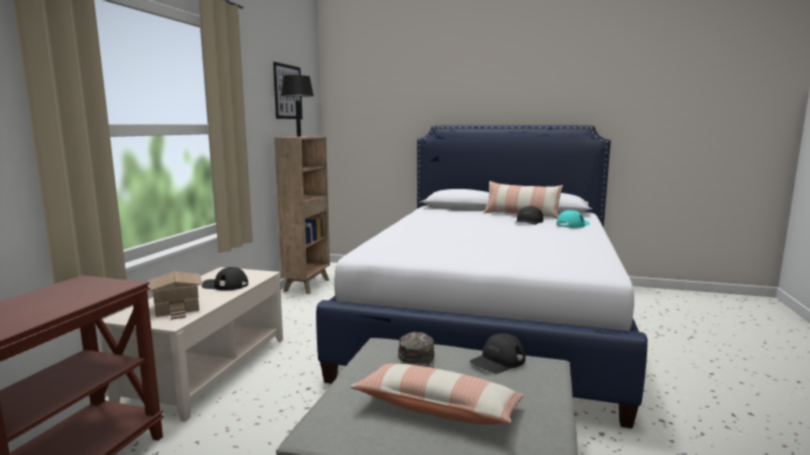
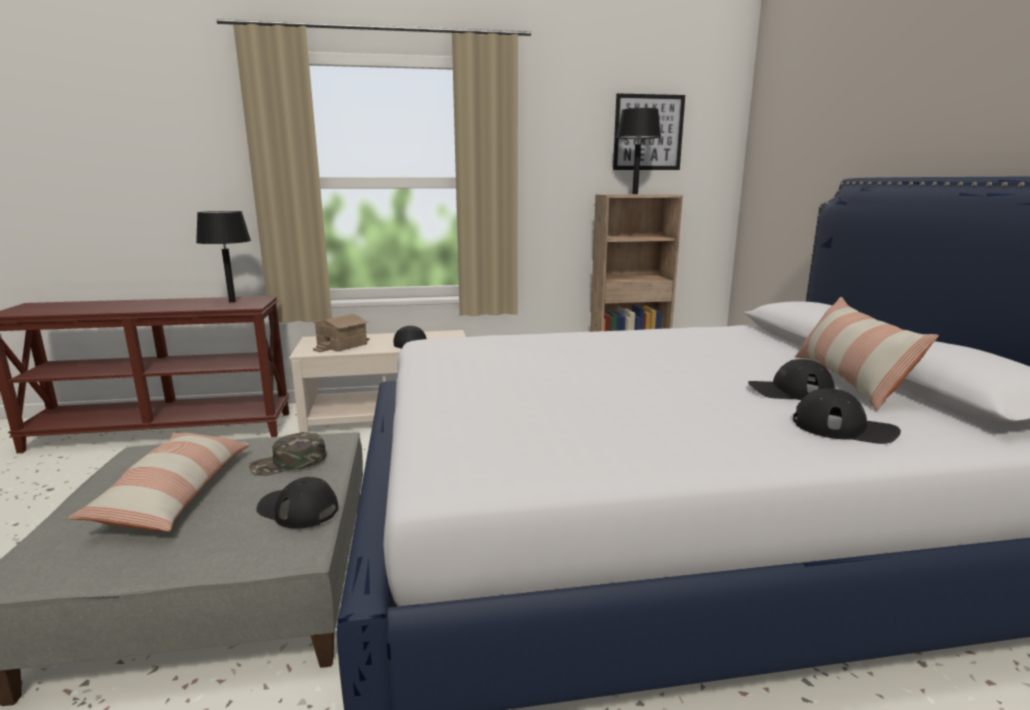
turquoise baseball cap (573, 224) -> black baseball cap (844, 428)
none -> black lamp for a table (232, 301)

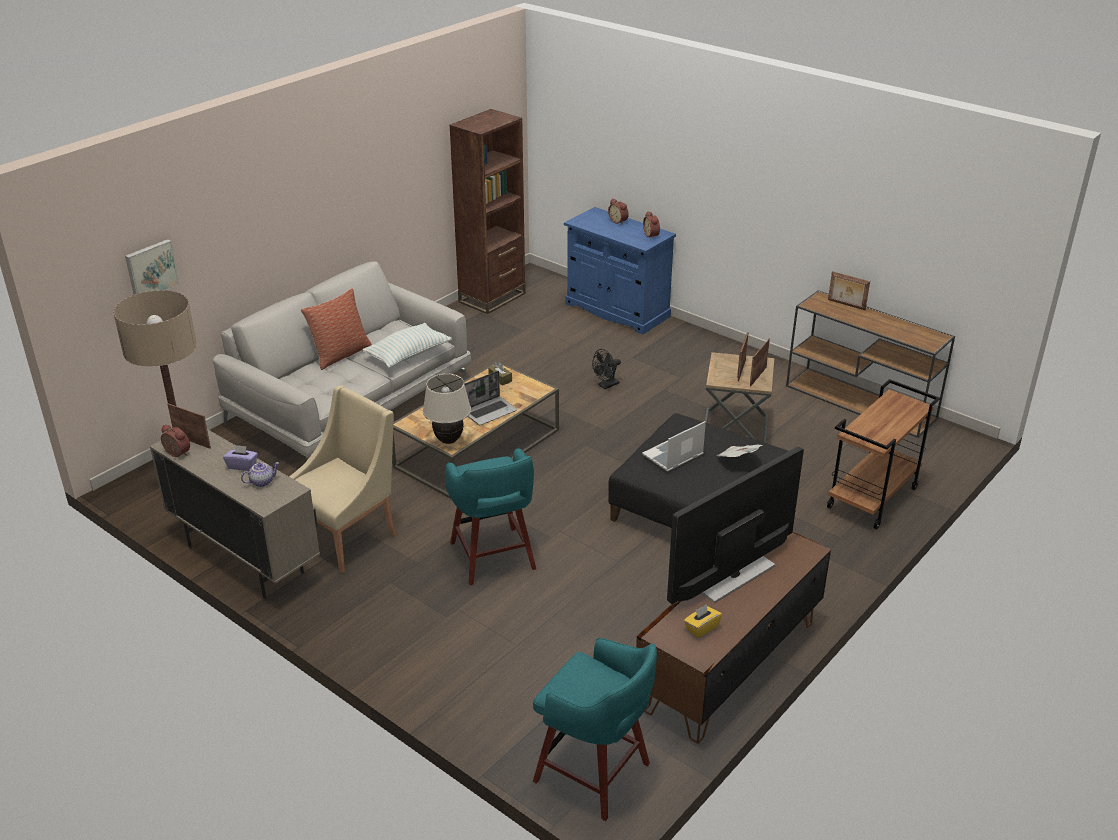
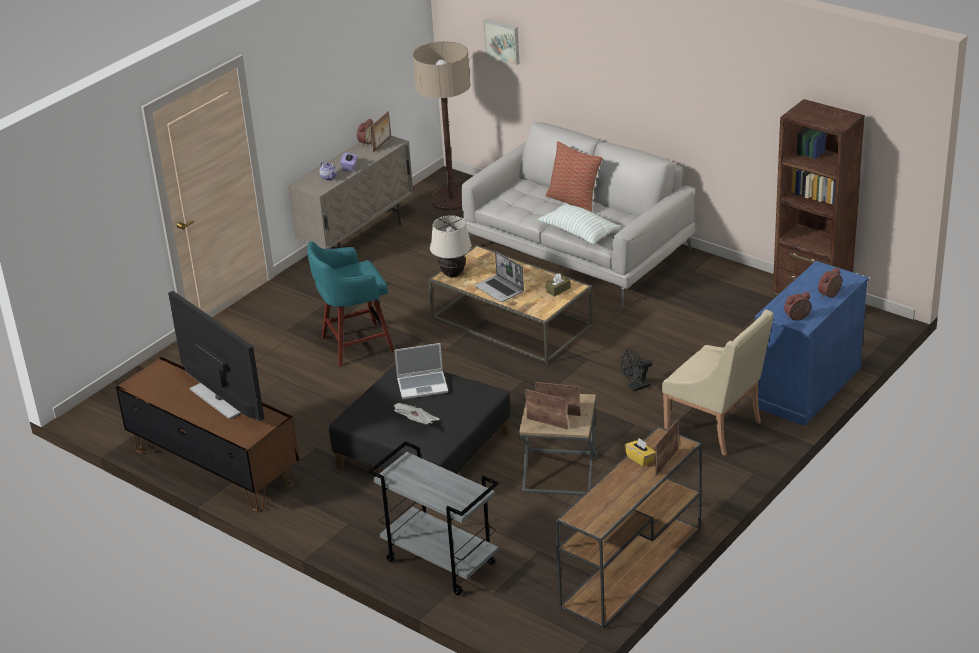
sand-coloured easy chair (347, 536) -> sand-coloured easy chair (716, 427), move
turquoise sitting stool (595, 774) -> none
black cooling fan (606, 385) -> black cooling fan (636, 387), 75 degrees counterclockwise
laptop (672, 456) -> laptop (423, 386), 120 degrees clockwise
yellowish box of tissues (701, 628) -> yellowish box of tissues (640, 459), move
brown-coloured cart (872, 499) -> greyish cart (439, 562)

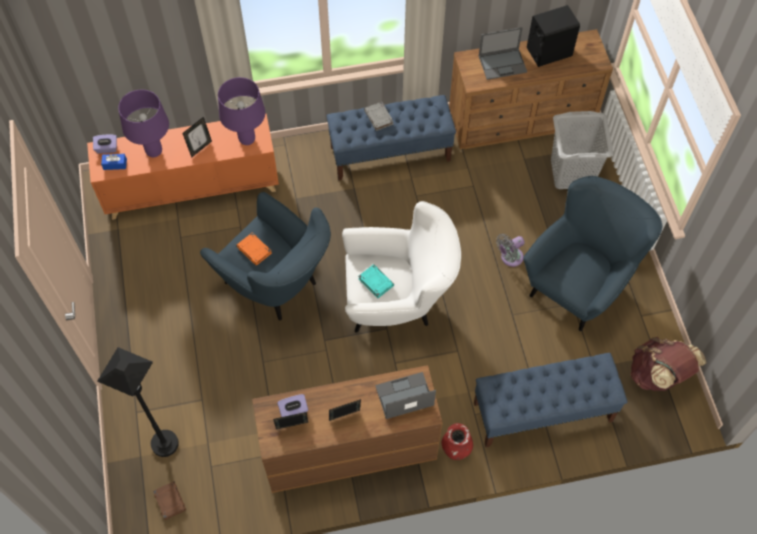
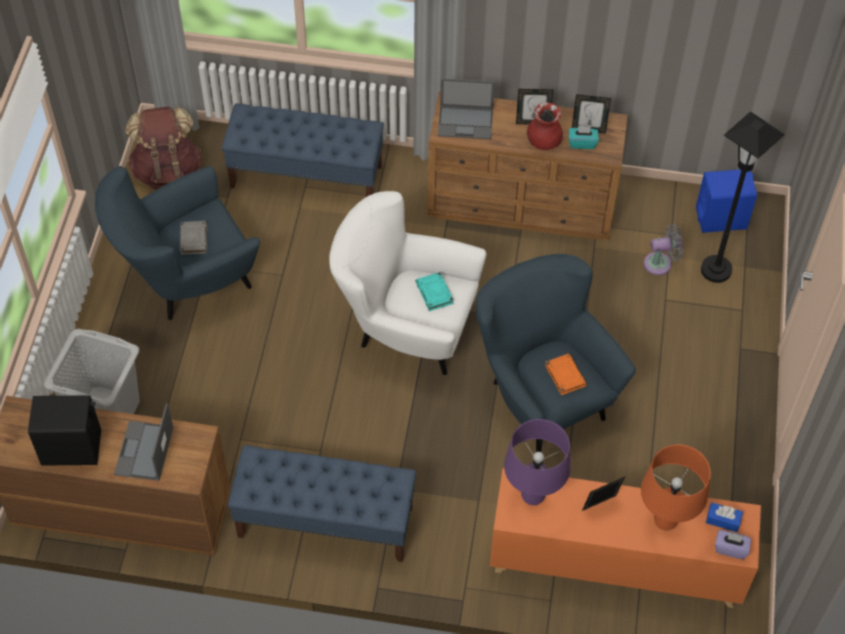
purplish lamp for a table (154, 152) -> orangey lamp for a table (664, 521)
brown-coloured volume (169, 501) -> blue speaker (721, 218)
purplish box of tissues (293, 410) -> turquoise box of tissues (582, 143)
greyish volume (379, 118) -> greyish volume (193, 239), move
reddish vase (456, 448) -> reddish vase (543, 142), move
laptop (503, 64) -> laptop (144, 452), 90 degrees counterclockwise
greyish cooling fan (509, 258) -> greyish cooling fan (660, 263), move

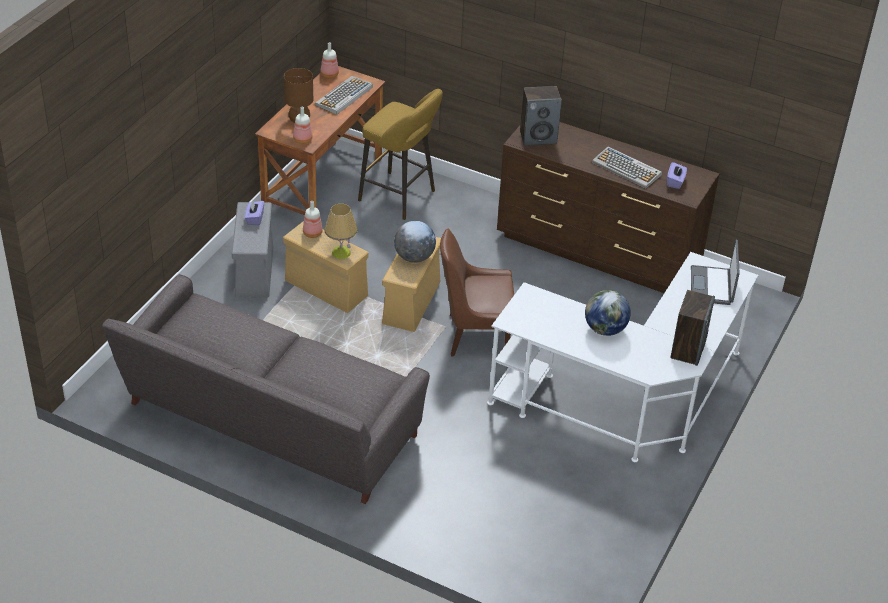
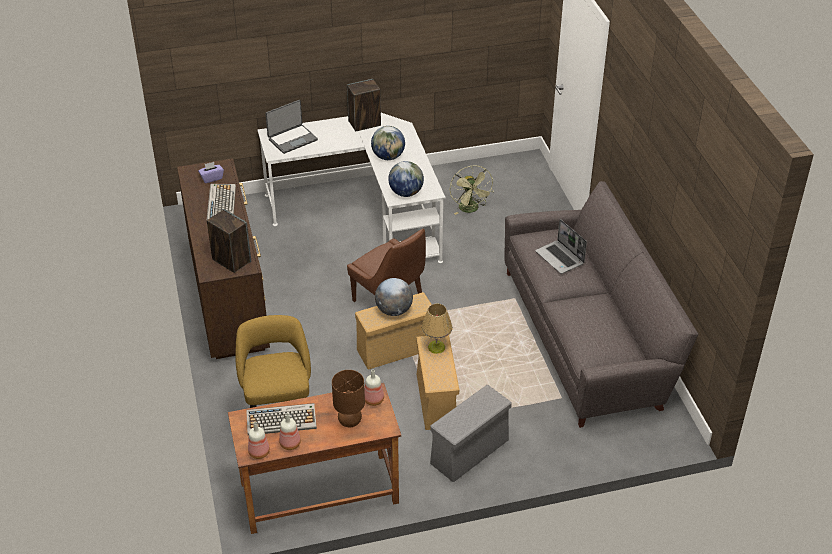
purplish box of tissues (254, 219) -> none
drink bottle (312, 234) -> drink bottle (291, 444), move
none -> desk globe (406, 193)
none -> green-coloured cooling fan (471, 209)
none -> laptop (560, 258)

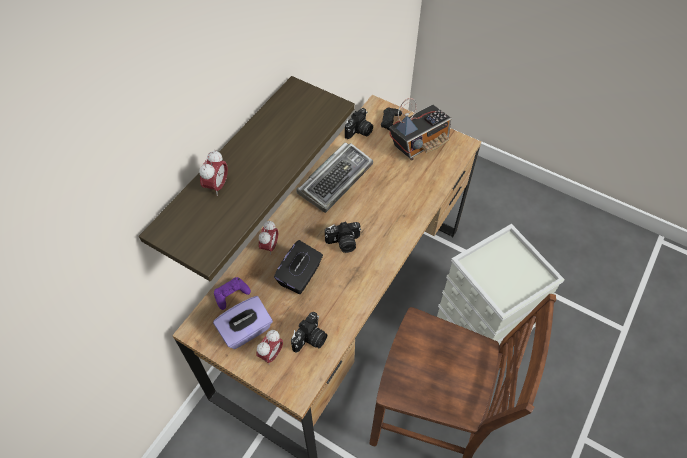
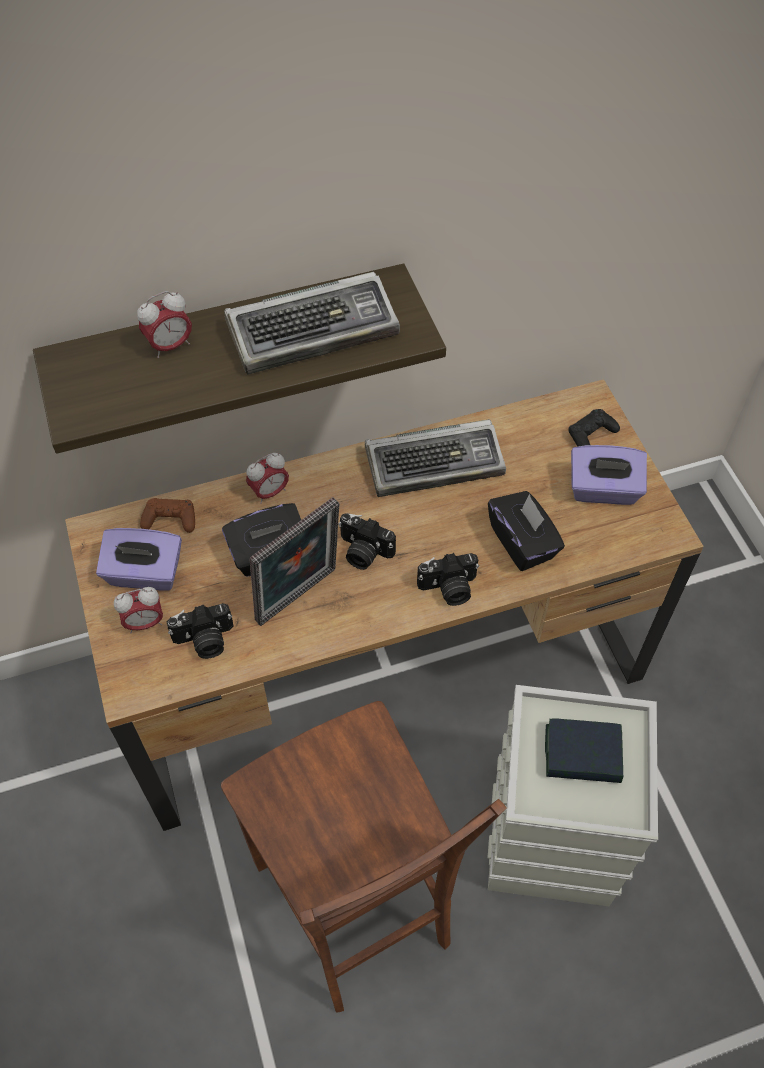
purplish joypad (231, 294) -> brown-coloured joypad (170, 519)
photo camera (359, 131) -> photo camera (449, 589), move
radio receiver (419, 144) -> purplish box of tissues (603, 490)
none -> computer keyboard (314, 330)
none -> standing frame (300, 598)
none -> black box of tissues (522, 543)
none -> volume (582, 755)

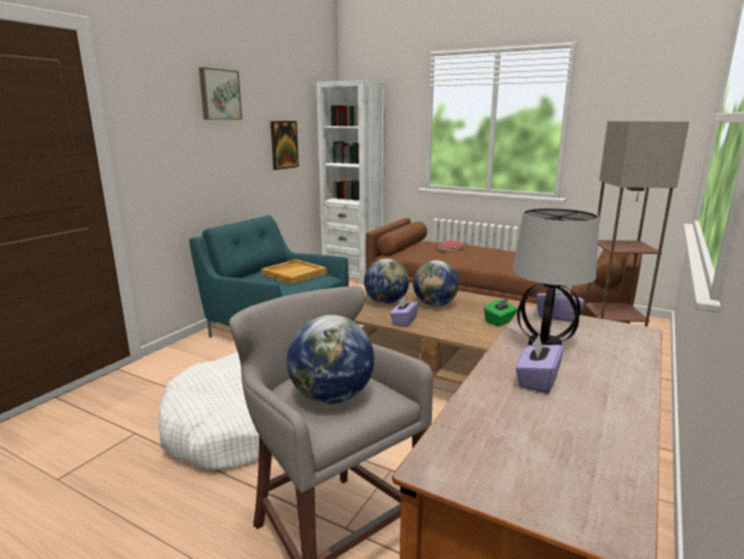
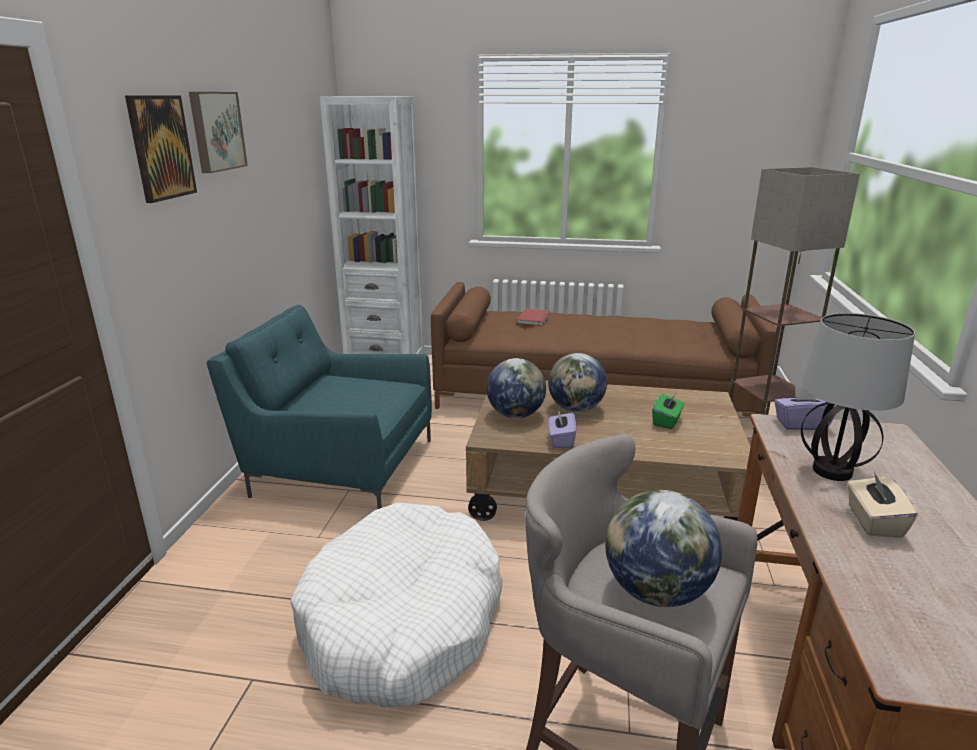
sand-coloured tray (294, 274) -> none
wall picture (284, 145) -> wall picture (161, 147), move
purplish box of tissues (537, 380) -> sand-coloured box of tissues (873, 522)

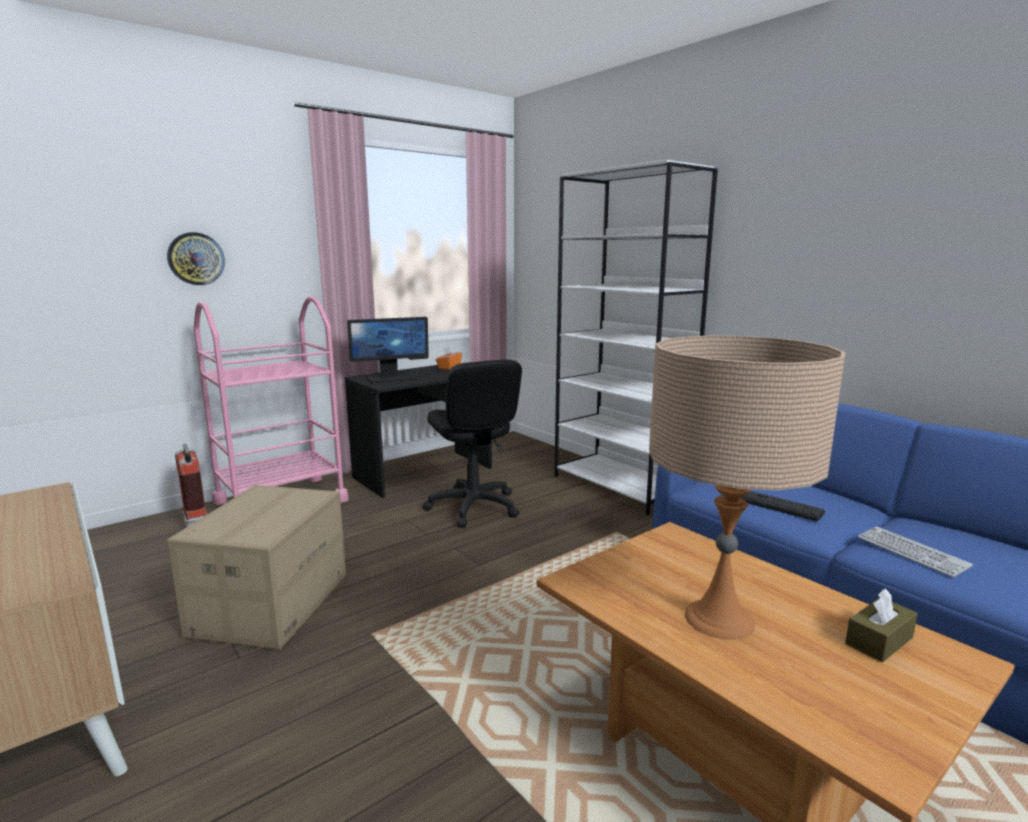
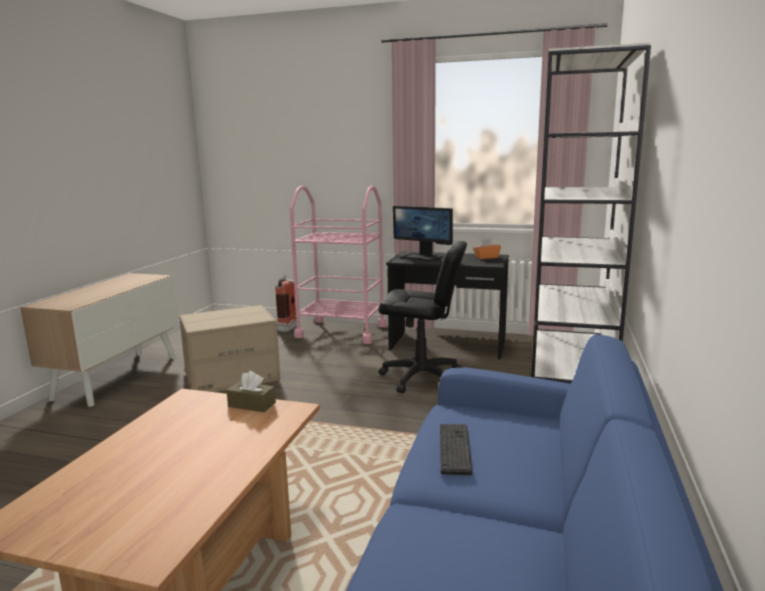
clock on the wall (196, 259) -> none
black office chair (473, 507) -> black office chair (421, 377), 105 degrees counterclockwise
sand-coloured lamp for a table (719, 619) -> none
brown-coloured box of tissues (879, 641) -> brown-coloured box of tissues (252, 405), move
computer keyboard (911, 552) -> none

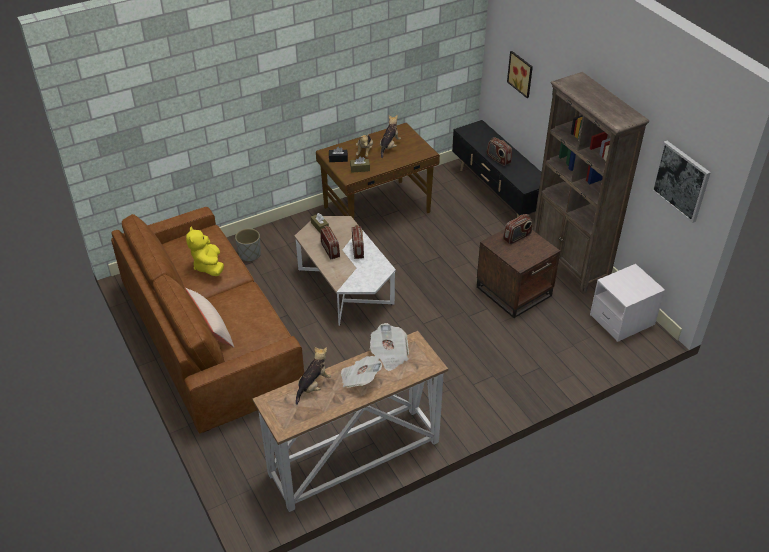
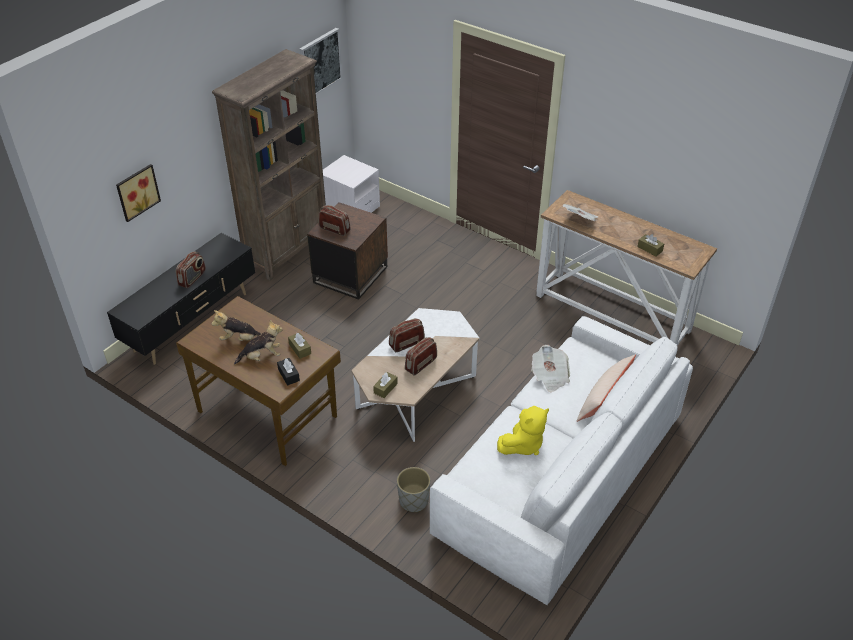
brown-coloured couch (209, 335) -> white couch (561, 474)
cuddly toy (313, 386) -> brown-coloured box of tissues (650, 249)
newspaper (360, 379) -> newspaper (550, 376), move

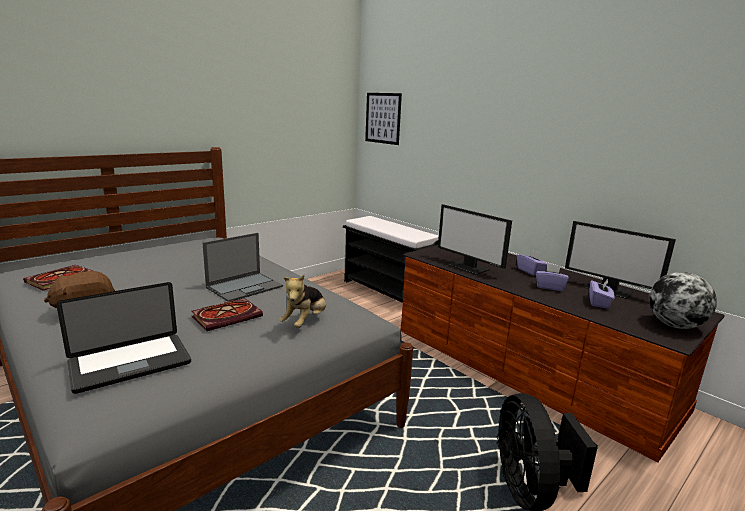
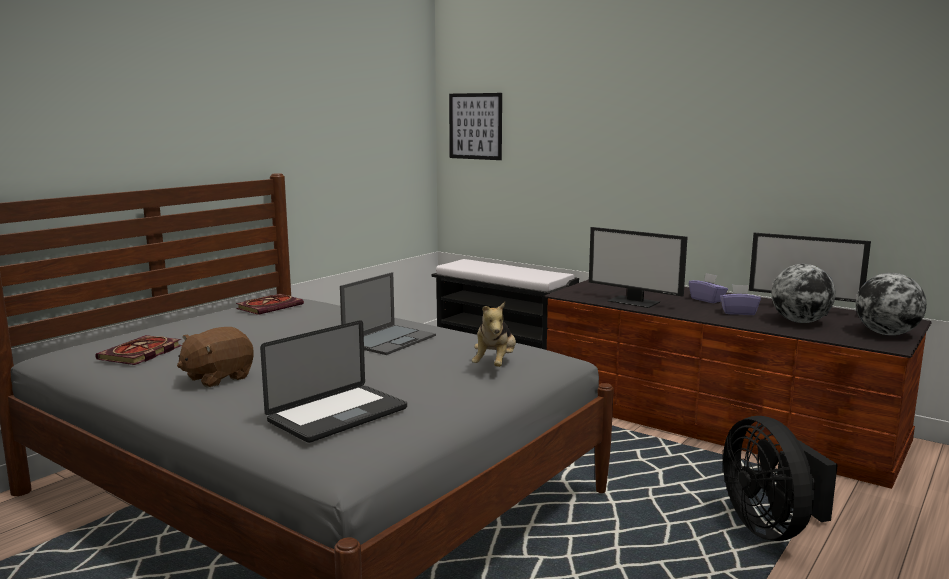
volume (228, 316) -> volume (270, 306), move
purplish box of tissues (599, 303) -> desk globe (799, 322)

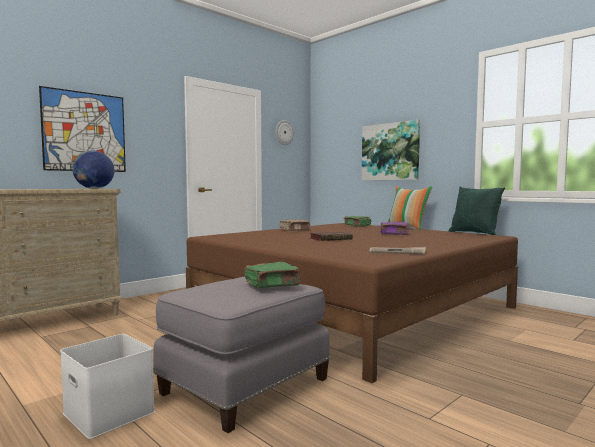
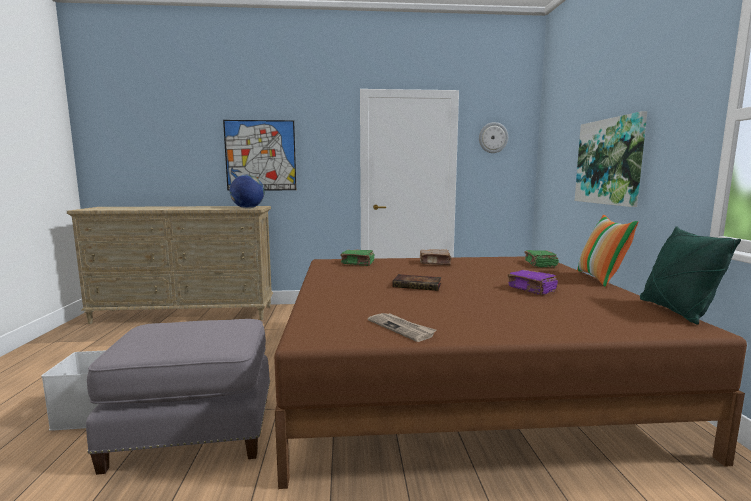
green-coloured volume (273, 284) -> green-coloured volume (358, 263), move

